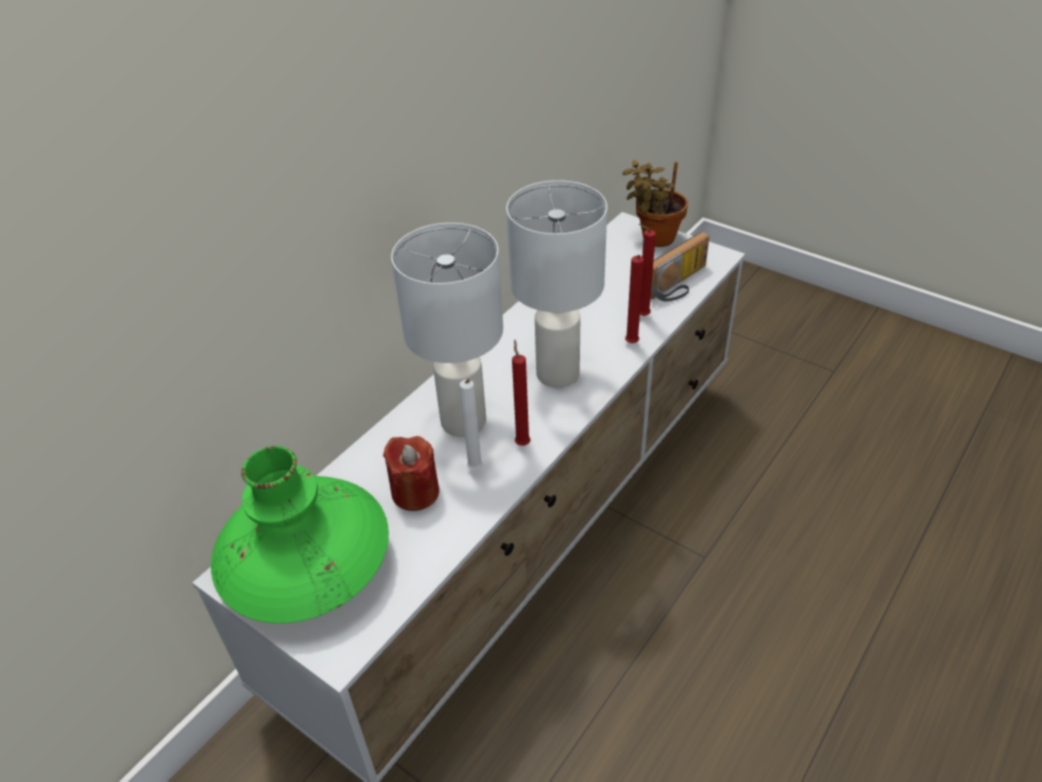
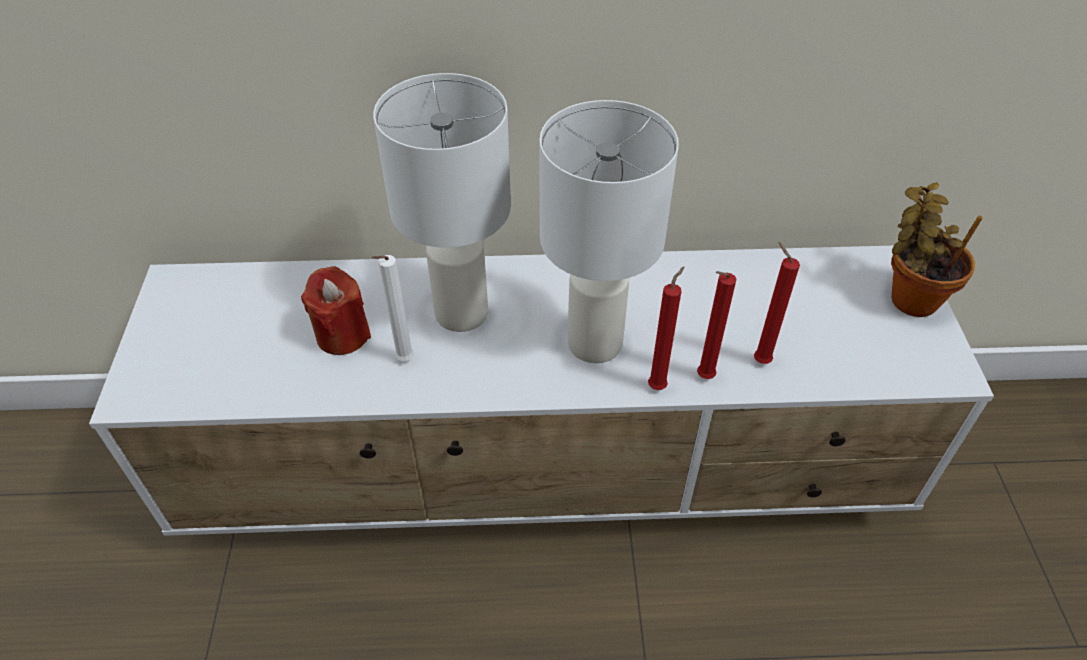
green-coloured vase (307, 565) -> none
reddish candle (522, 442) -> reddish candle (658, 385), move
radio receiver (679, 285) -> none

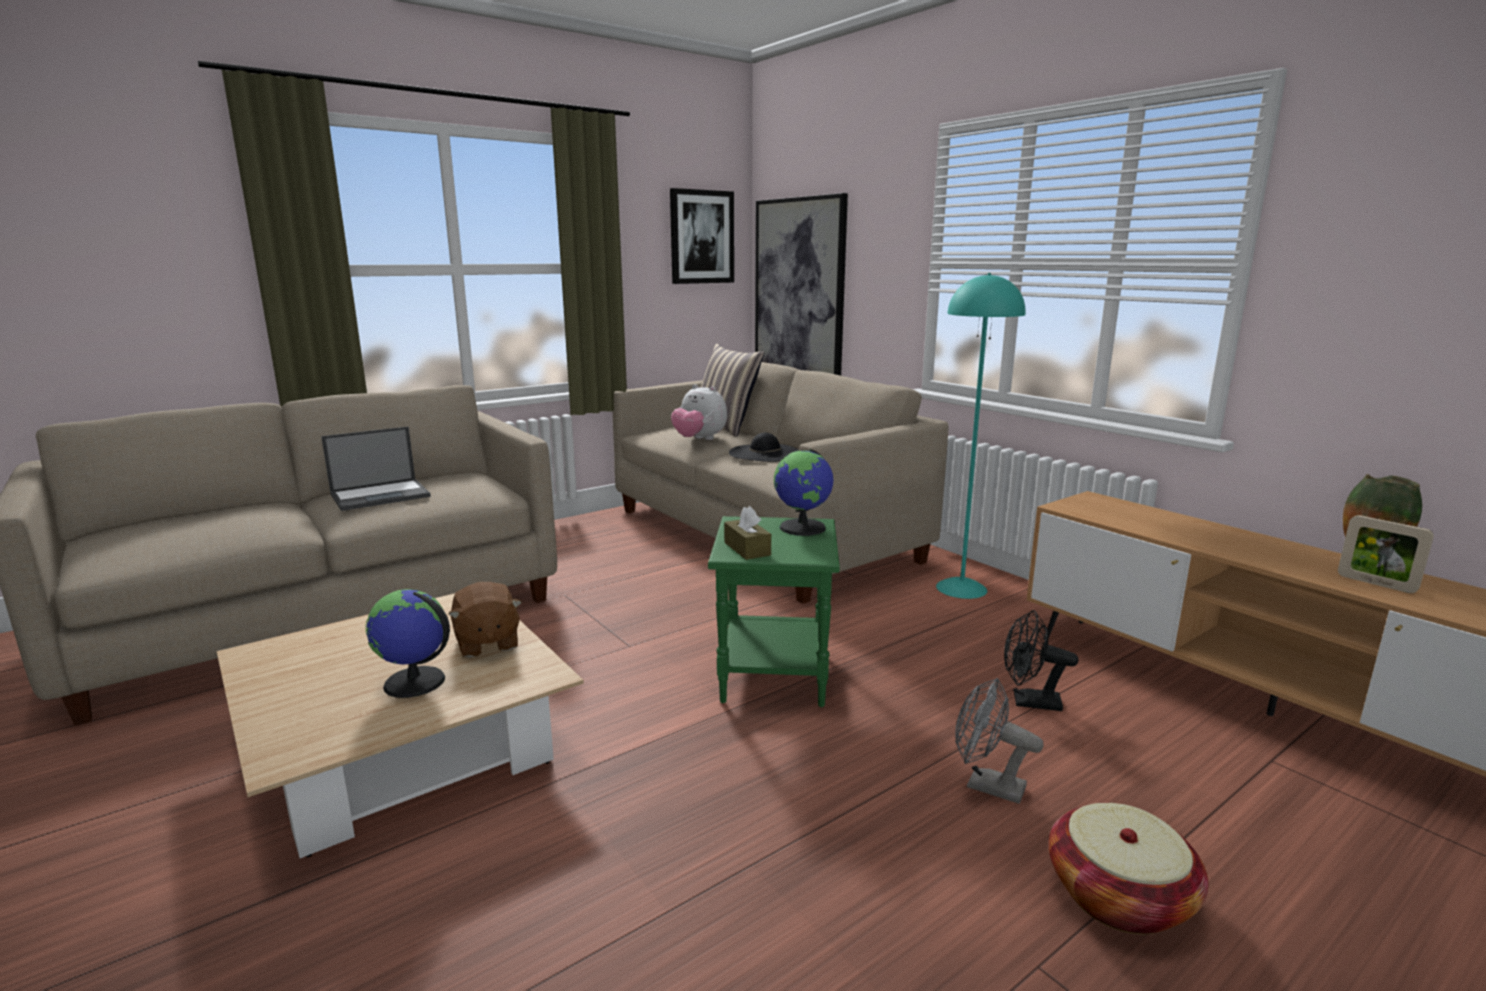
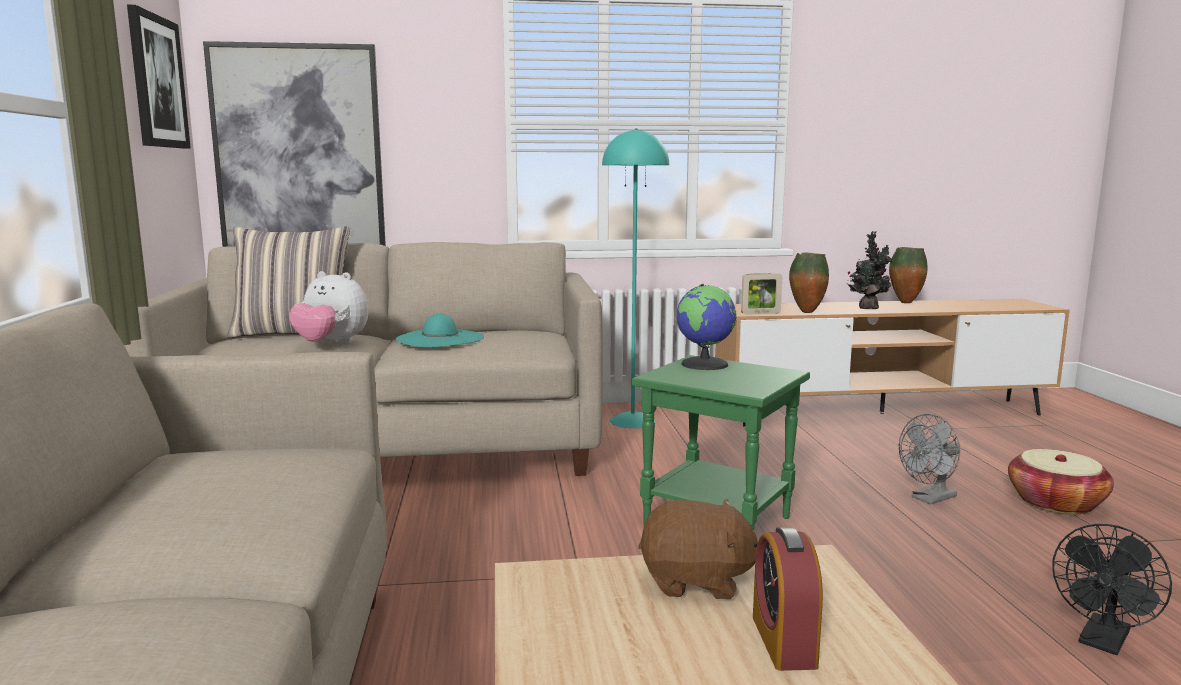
laptop (381, 495) -> none
desk globe (414, 683) -> bedside clock (783, 641)
cuddly toy (699, 439) -> cuddly toy (331, 345), 45 degrees clockwise
brown-coloured box of tissues (747, 549) -> none
black clothing hat (764, 453) -> turquoise clothing hat (440, 338)
black cooling fan (1029, 702) -> black cooling fan (1103, 642), move
standing frame (1376, 583) -> standing frame (760, 313), move
none -> vase (806, 312)
none -> houseplant (868, 308)

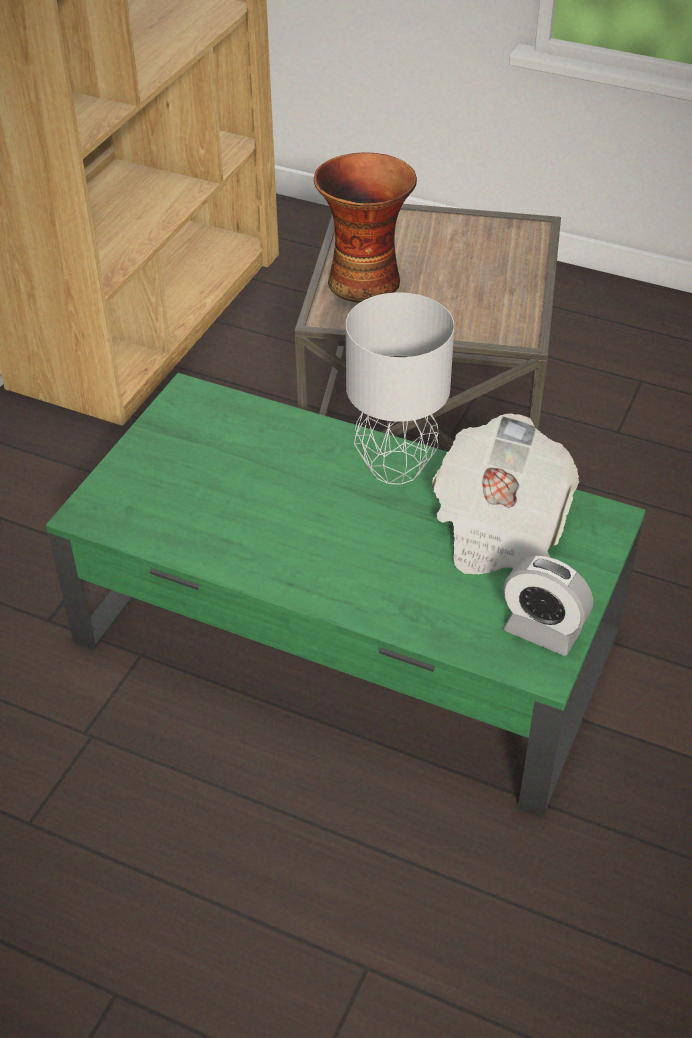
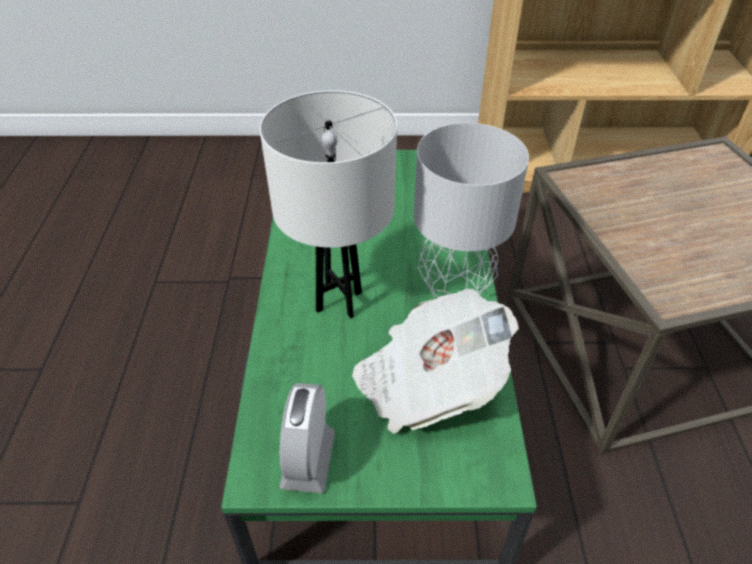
vase (364, 280) -> none
none -> white lamp for a table (338, 301)

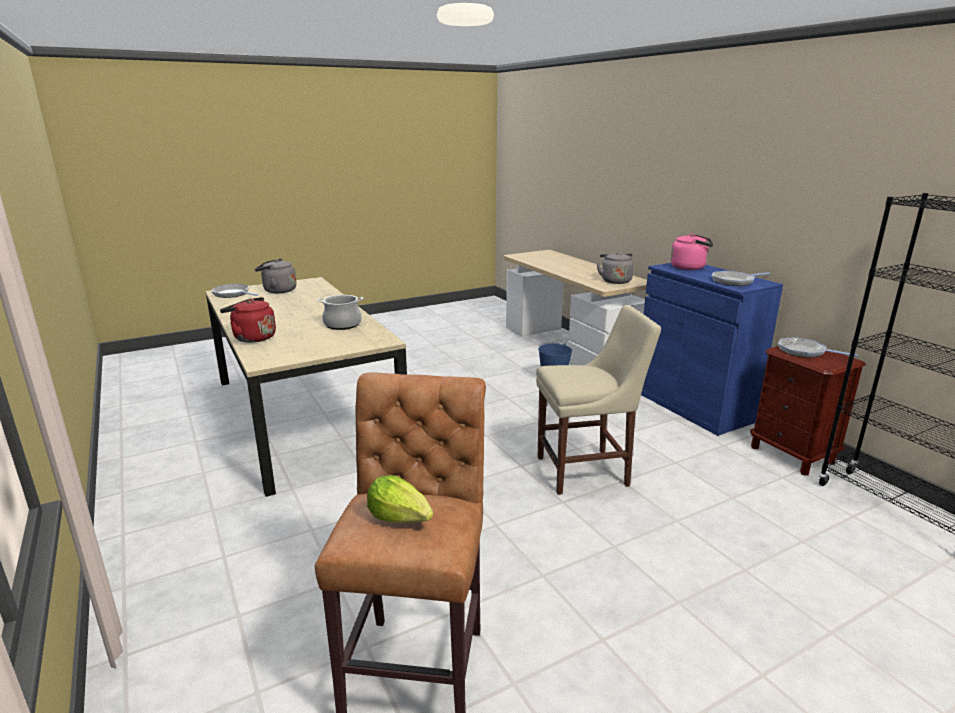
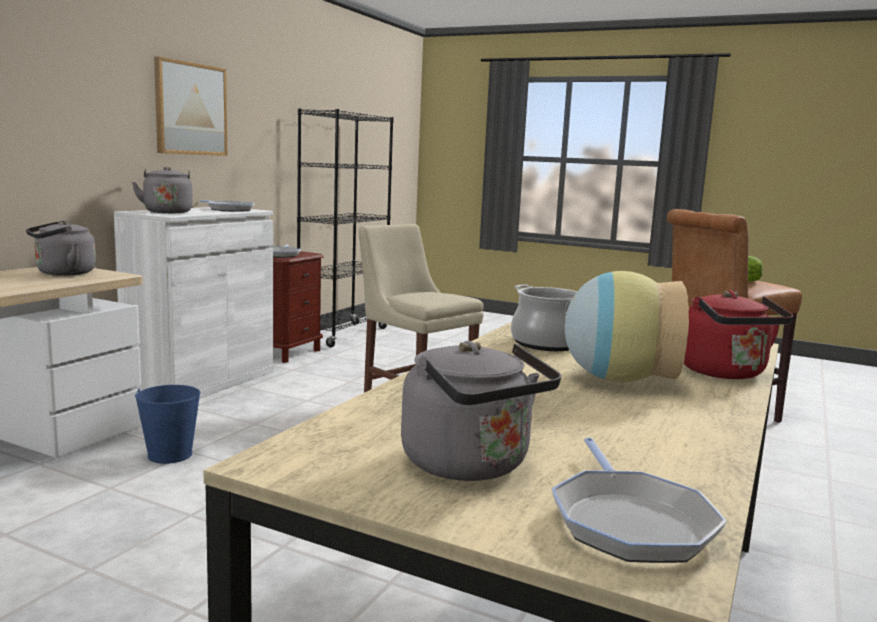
blue cupboard (693, 406) -> white cupboard (202, 382)
pink-coloured water kettle (690, 267) -> greyish water kettle (167, 212)
none -> wall picture (190, 109)
none -> vase (617, 379)

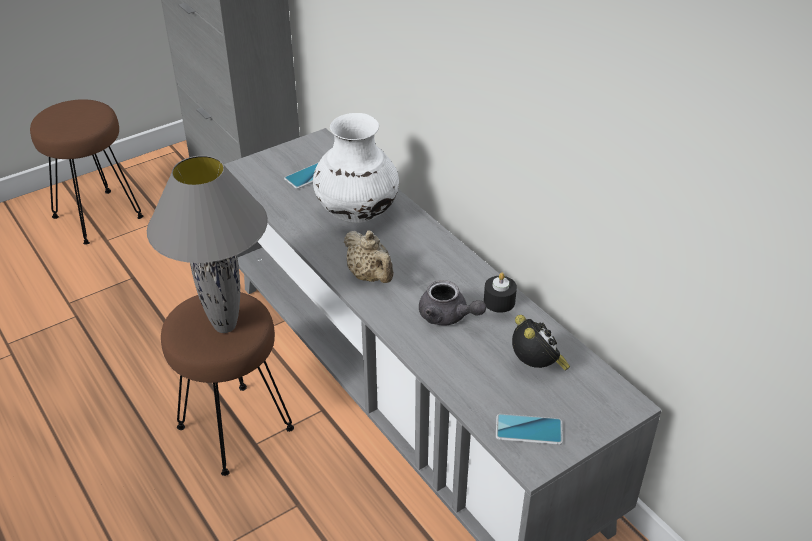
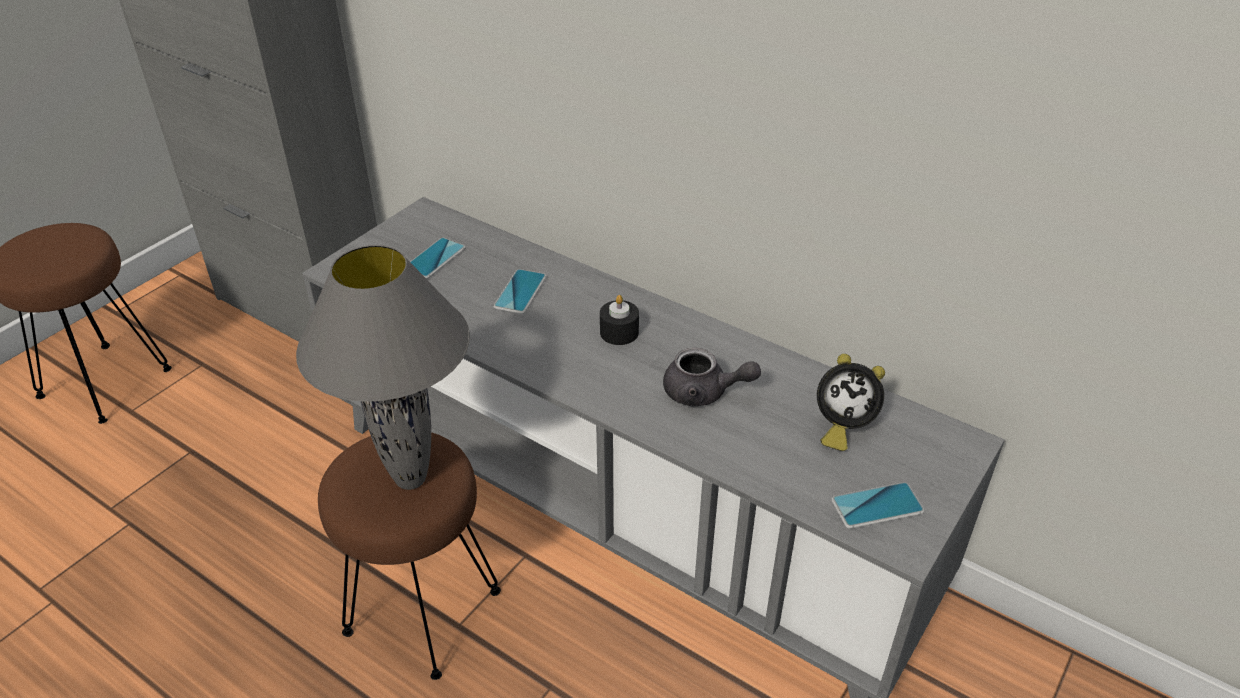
white vase (356, 213) -> handset (520, 292)
sand-coloured teapot (370, 276) -> none
black candle (499, 301) -> black candle (619, 332), move
bedside clock (536, 367) -> bedside clock (841, 427), 135 degrees clockwise

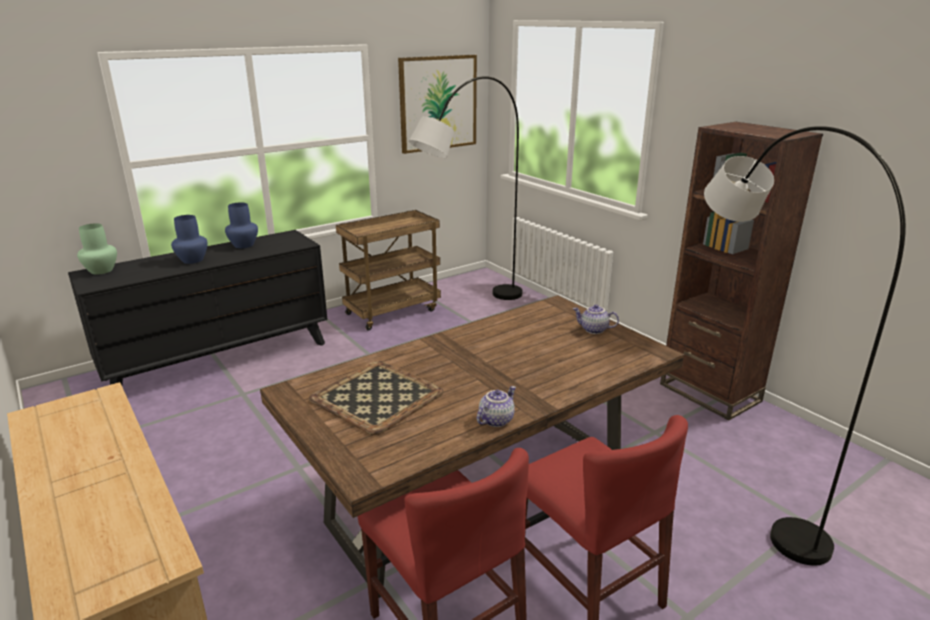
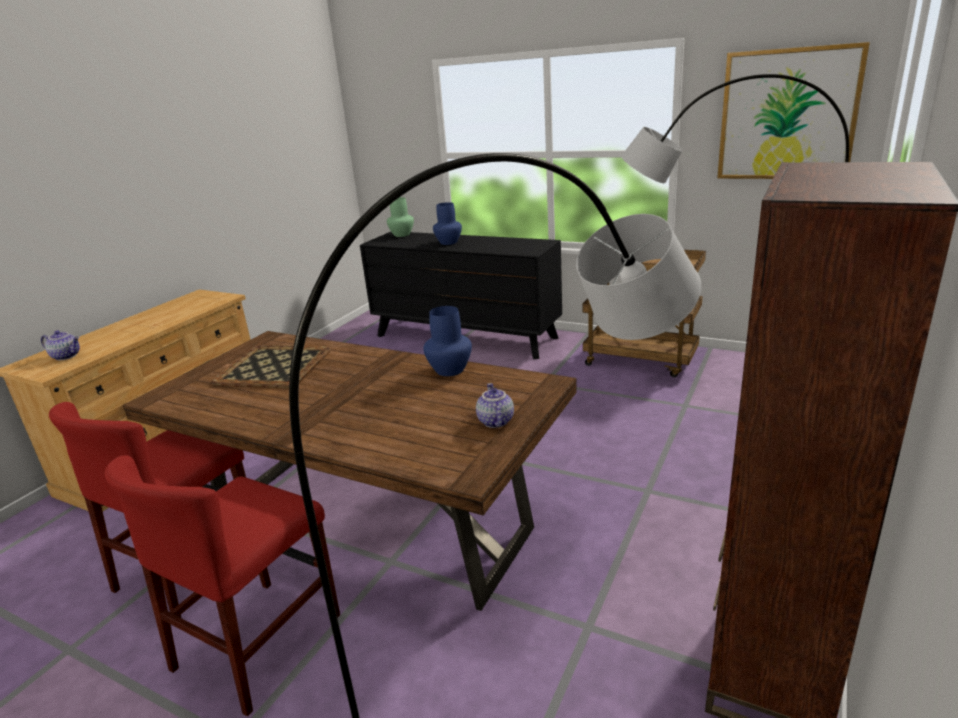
blue vase (243, 245) -> blue vase (450, 369), move
teapot (495, 420) -> teapot (67, 356), move

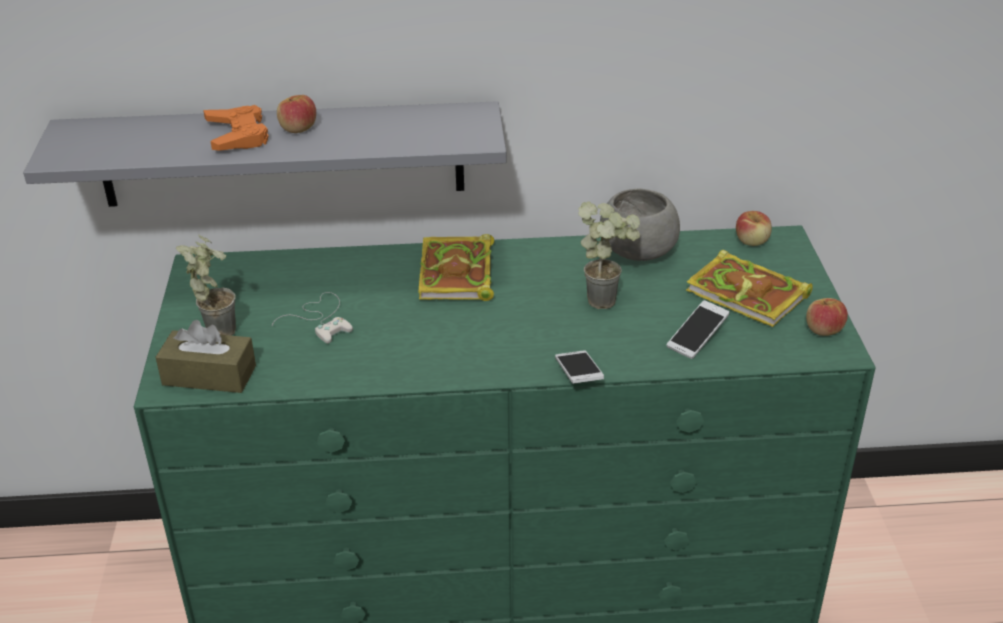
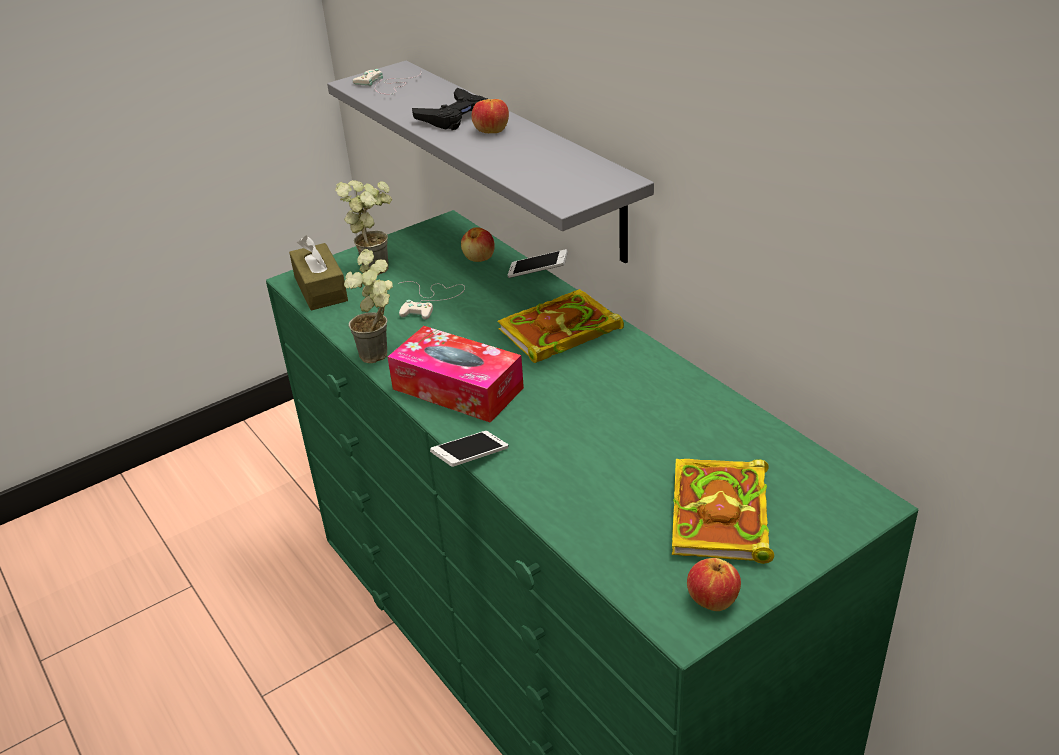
orangey joypad (237, 135) -> black joypad (454, 116)
houseplant (607, 298) -> houseplant (382, 356), move
greyish bowl (637, 253) -> none
handset (697, 338) -> handset (538, 272), move
apple fruit (752, 241) -> apple fruit (479, 258), move
none -> white joypad (385, 85)
none -> box of tissues (457, 388)

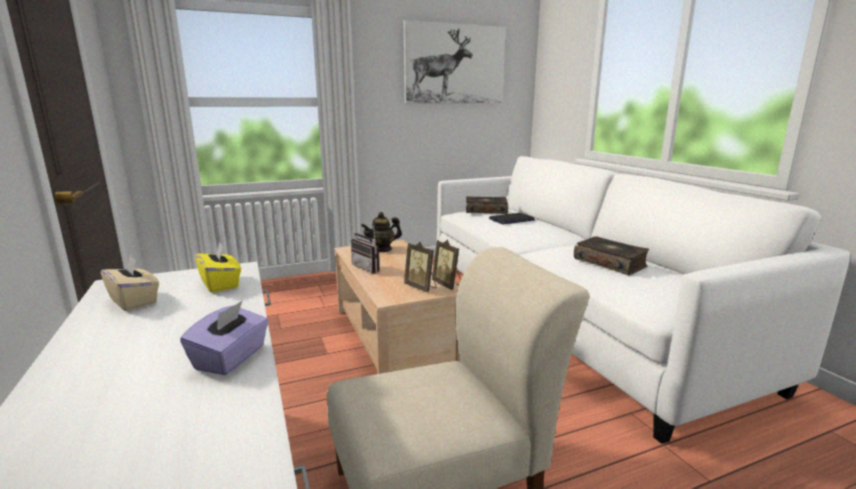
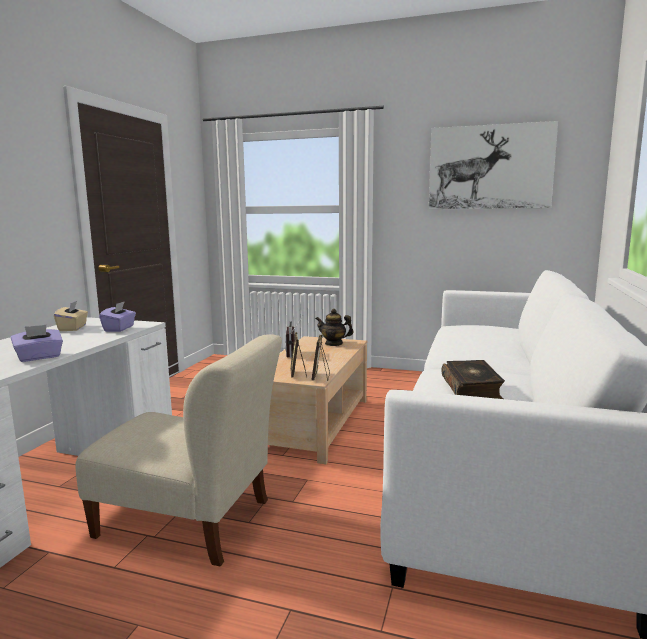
yellowish box of tissues (220, 284) -> purplish box of tissues (119, 329)
volume (486, 211) -> none
laptop (511, 219) -> none

